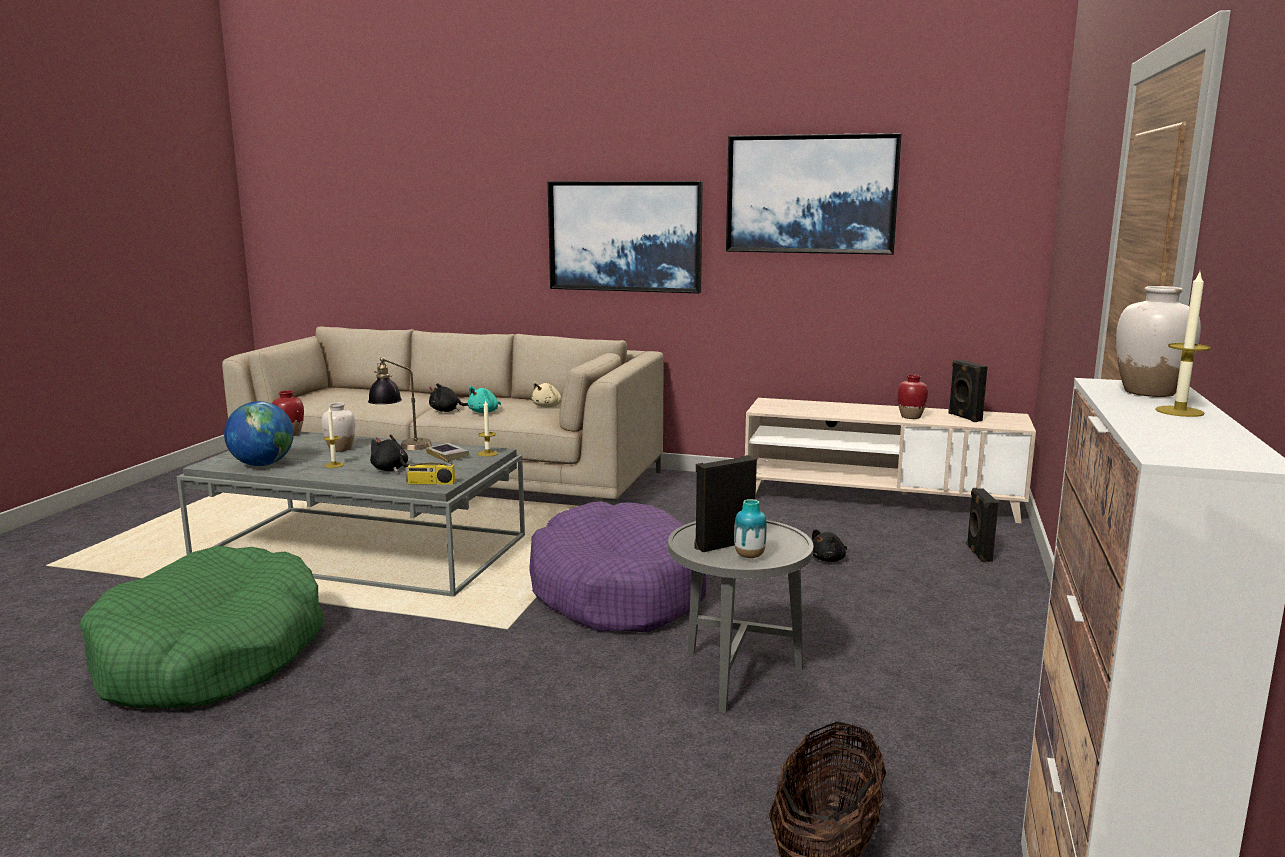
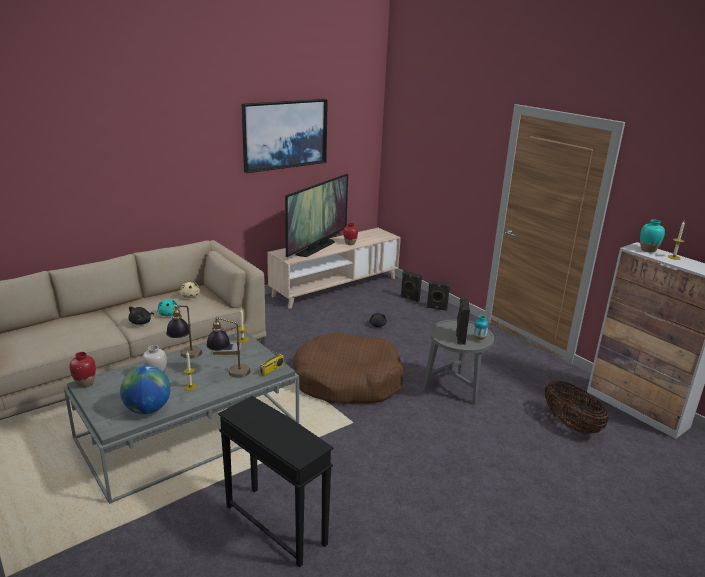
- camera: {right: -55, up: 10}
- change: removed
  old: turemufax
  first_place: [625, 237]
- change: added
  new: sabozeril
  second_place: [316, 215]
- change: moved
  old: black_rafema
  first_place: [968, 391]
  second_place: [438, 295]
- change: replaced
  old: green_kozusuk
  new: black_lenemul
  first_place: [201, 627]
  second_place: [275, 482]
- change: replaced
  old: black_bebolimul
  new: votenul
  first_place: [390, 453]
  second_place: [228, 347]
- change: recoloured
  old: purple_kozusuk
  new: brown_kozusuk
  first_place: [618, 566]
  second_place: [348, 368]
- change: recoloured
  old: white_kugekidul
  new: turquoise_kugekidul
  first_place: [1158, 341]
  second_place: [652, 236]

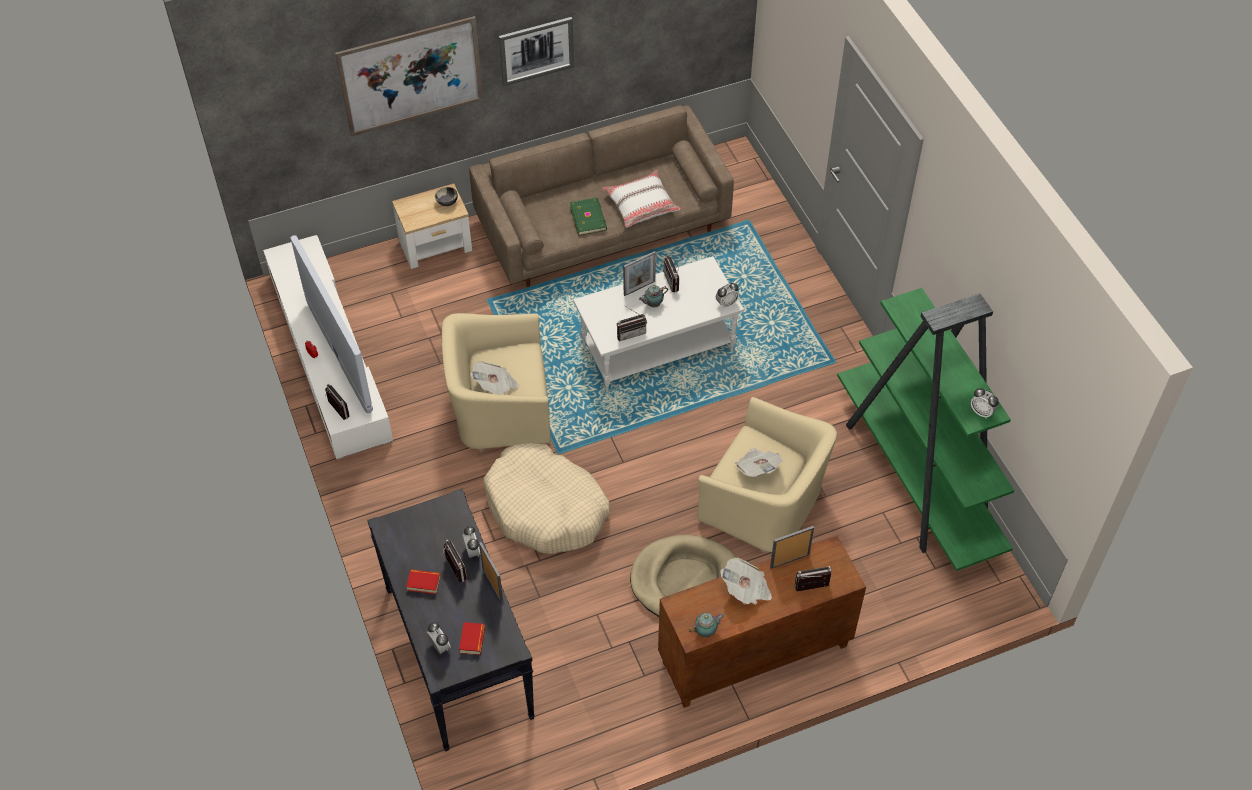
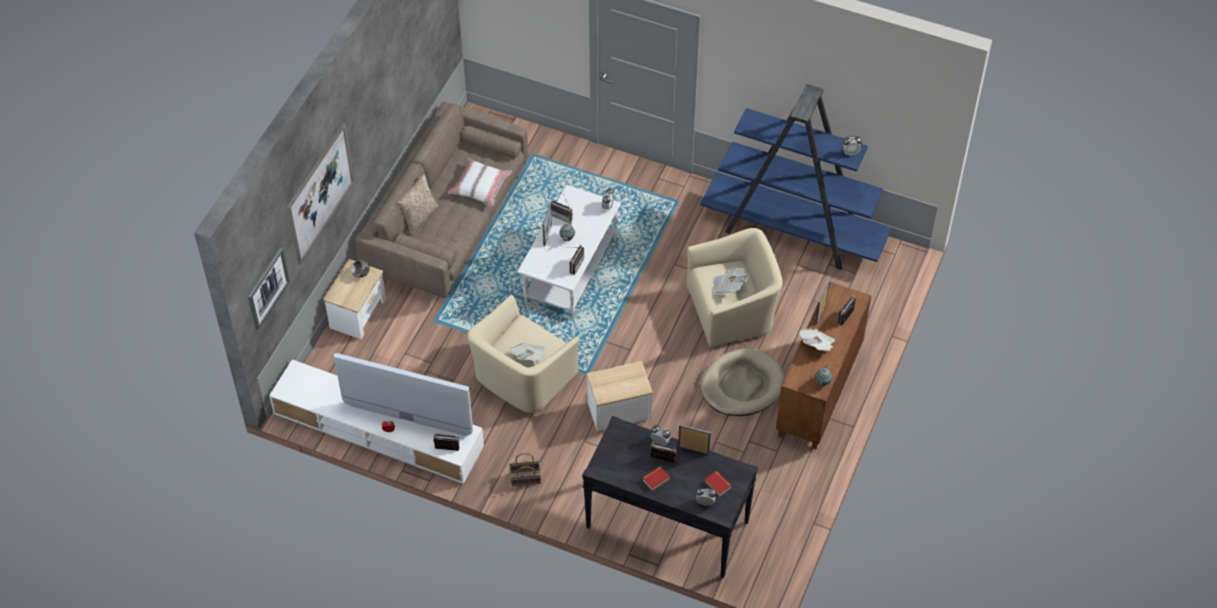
- camera: {right: -45, up: 0}
- change: removed
  old: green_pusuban
  first_place: [588, 217]
- change: added
  new: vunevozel
  second_place: [418, 205]
- change: added
  new: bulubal
  second_place: [525, 469]
- change: moved
  old: turemufax
  first_place: [536, 51]
  second_place: [269, 289]
- change: replaced
  old: beige_kozusuk
  new: lenemul
  first_place: [547, 498]
  second_place: [620, 396]
- change: recoloured
  old: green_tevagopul
  new: blue_tevagopul
  first_place: [925, 429]
  second_place: [796, 177]

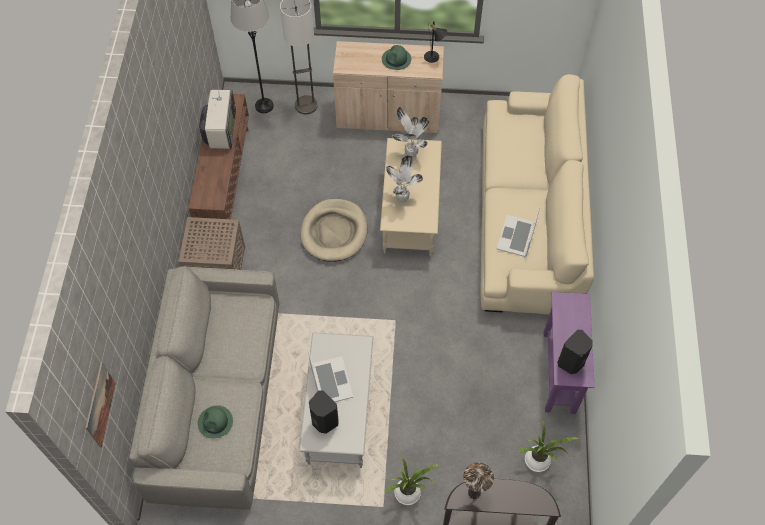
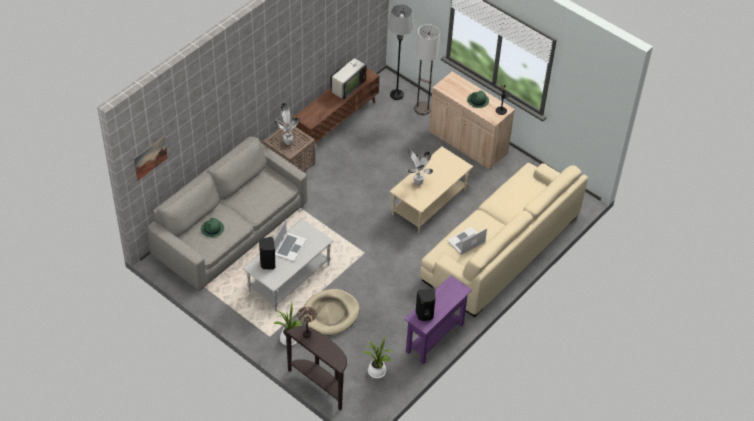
- camera: {right: 35, up: -10}
- change: moved
  old: beige_kozusuk
  first_place: [334, 230]
  second_place: [331, 312]
- change: moved
  old: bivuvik
  first_place: [410, 132]
  second_place: [287, 124]

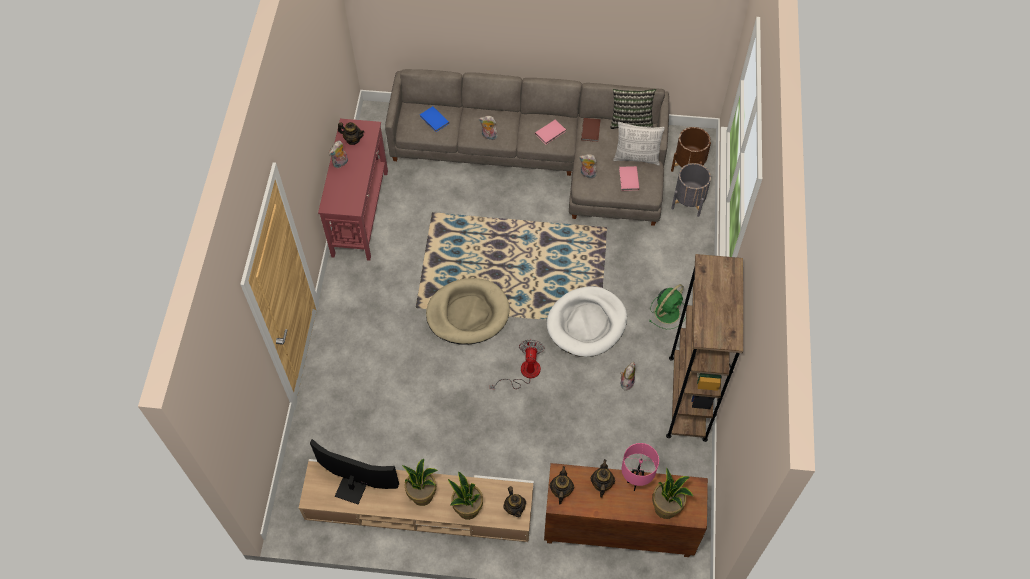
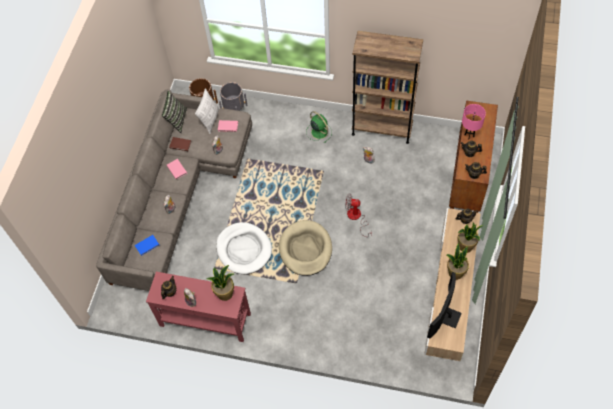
- camera: {right: -80, up: 0}
- change: moved
  old: white_kozusuk
  first_place: [587, 321]
  second_place: [244, 248]
- change: moved
  old: bivuvik
  first_place: [672, 493]
  second_place: [220, 283]

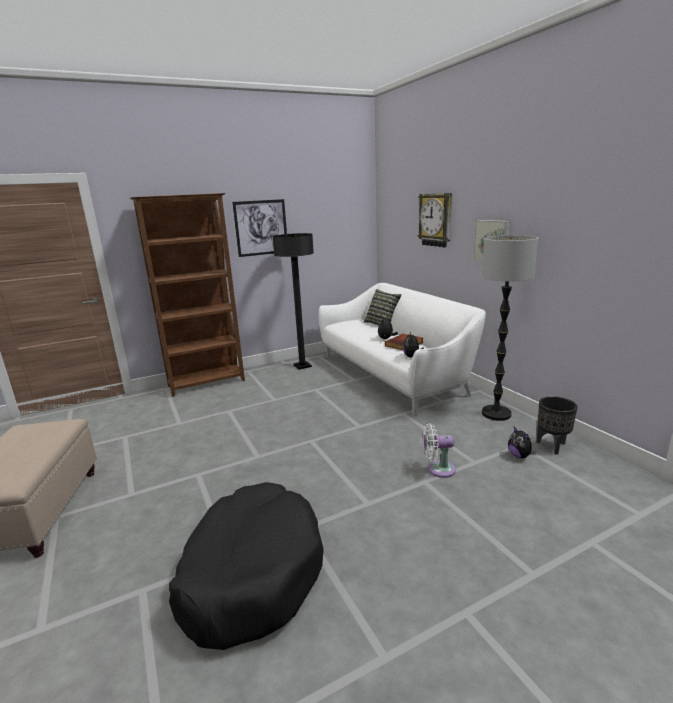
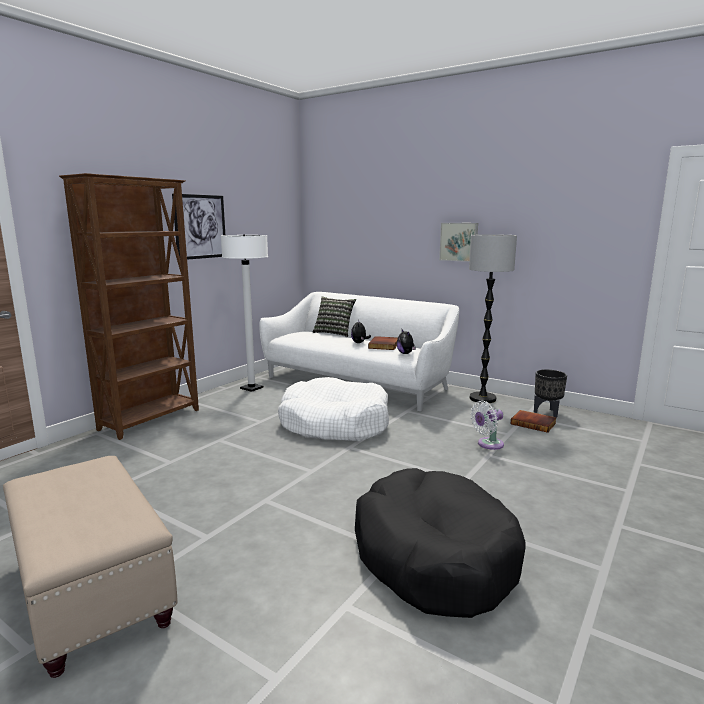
- camera: {right: -30, up: -5}
- change: removed
  old: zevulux
  first_place: [435, 220]
- change: added
  new: white_kozusuk
  second_place: [333, 409]
- change: replaced
  old: bebolimul
  new: pusuban
  first_place: [522, 442]
  second_place: [534, 421]
- change: recoloured
  old: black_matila
  new: white_matila
  first_place: [293, 301]
  second_place: [244, 313]

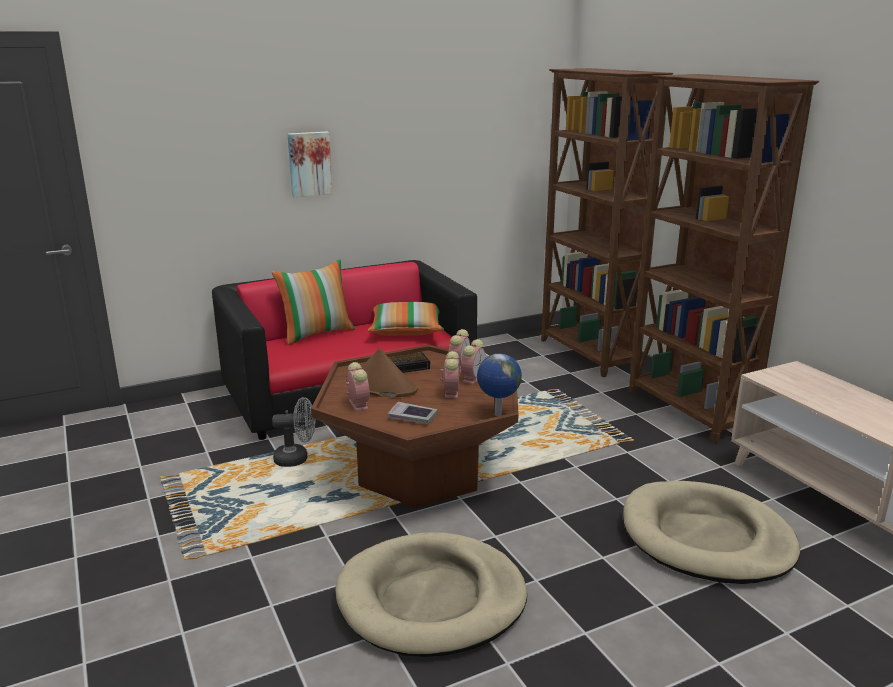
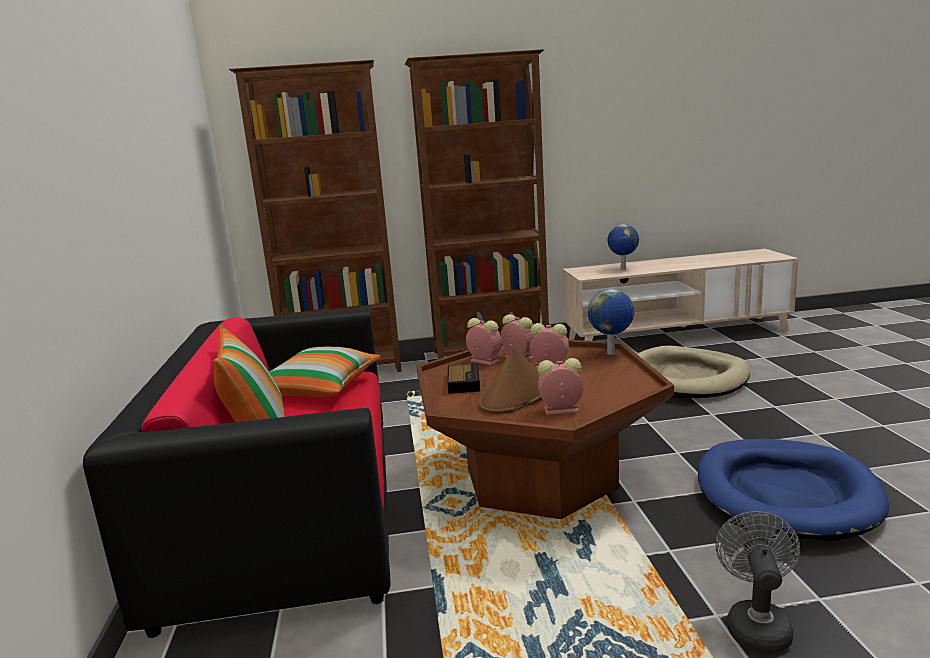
- camera: {right: -70, up: -5}
- change: removed
  old: turemufax
  first_place: [310, 164]
- change: removed
  old: pusuban
  first_place: [413, 413]
- change: added
  new: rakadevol
  second_place: [623, 247]
- change: moved
  old: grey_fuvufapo
  first_place: [293, 432]
  second_place: [757, 582]
- change: recoloured
  old: beige_kozusuk
  new: blue_kozusuk
  first_place: [431, 594]
  second_place: [793, 490]

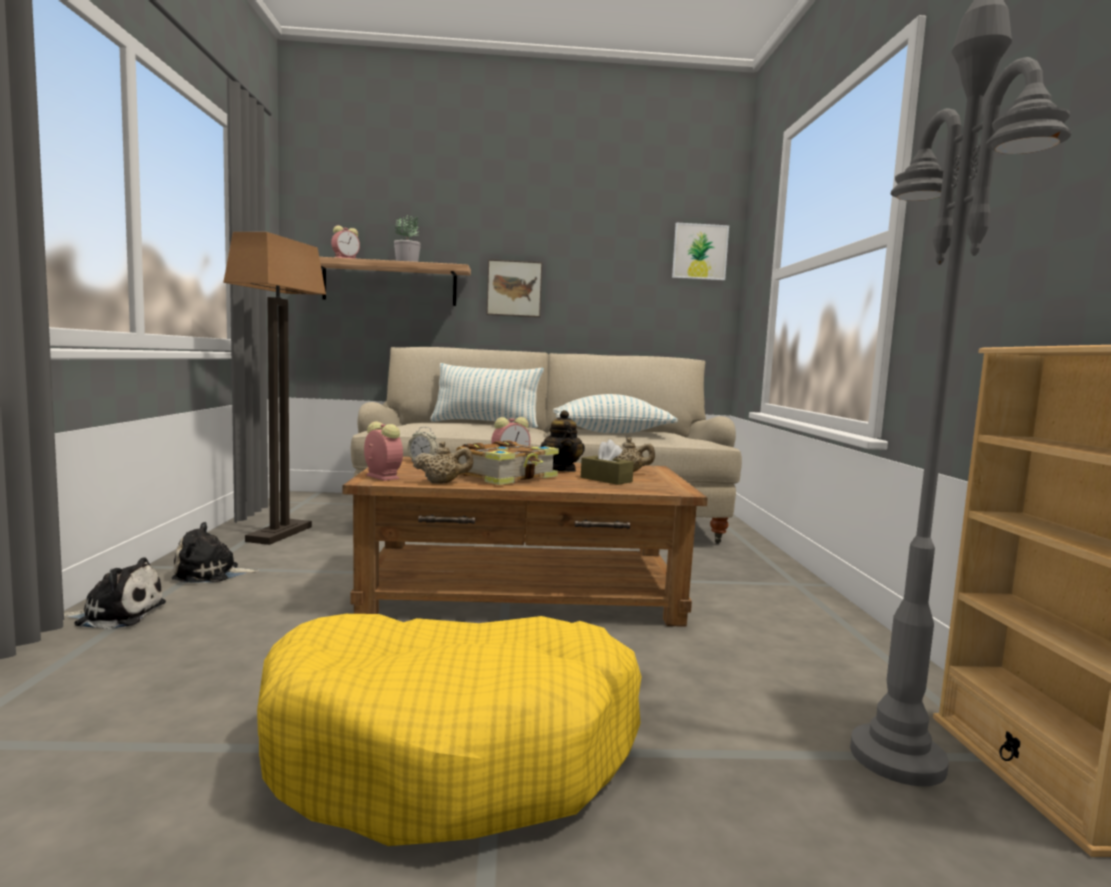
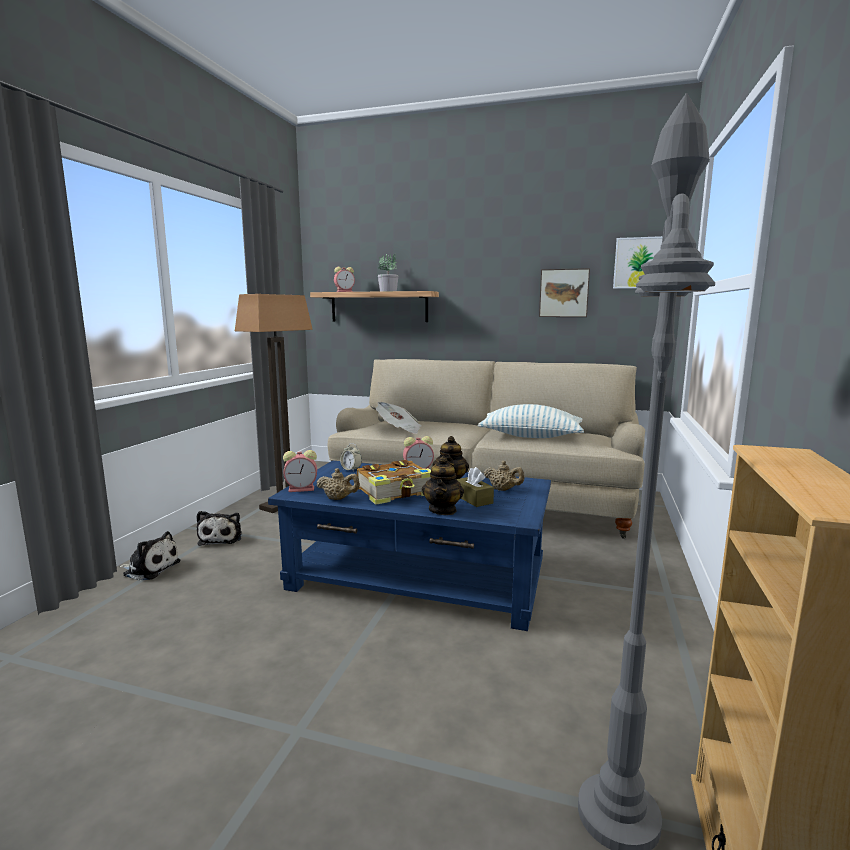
- camera: {right: 20, up: 5}
- change: removed
  old: yellow_kozusuk
  first_place: [449, 730]
- change: removed
  old: vunevozel
  first_place: [487, 395]
- change: added
  new: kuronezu
  second_place: [399, 418]
- change: added
  new: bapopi
  second_place: [443, 485]
- change: moved
  old: turemufax
  first_place: [514, 288]
  second_place: [564, 292]
- change: recoloured
  old: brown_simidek
  new: blue_simidek
  first_place: [525, 542]
  second_place: [409, 546]
- change: turned
  old: bebolimul
  first_place: [215, 552]
  second_place: [219, 528]
  degrees: -105
- change: turned
  old: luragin
  first_place: [383, 451]
  second_place: [300, 471]
  degrees: 105

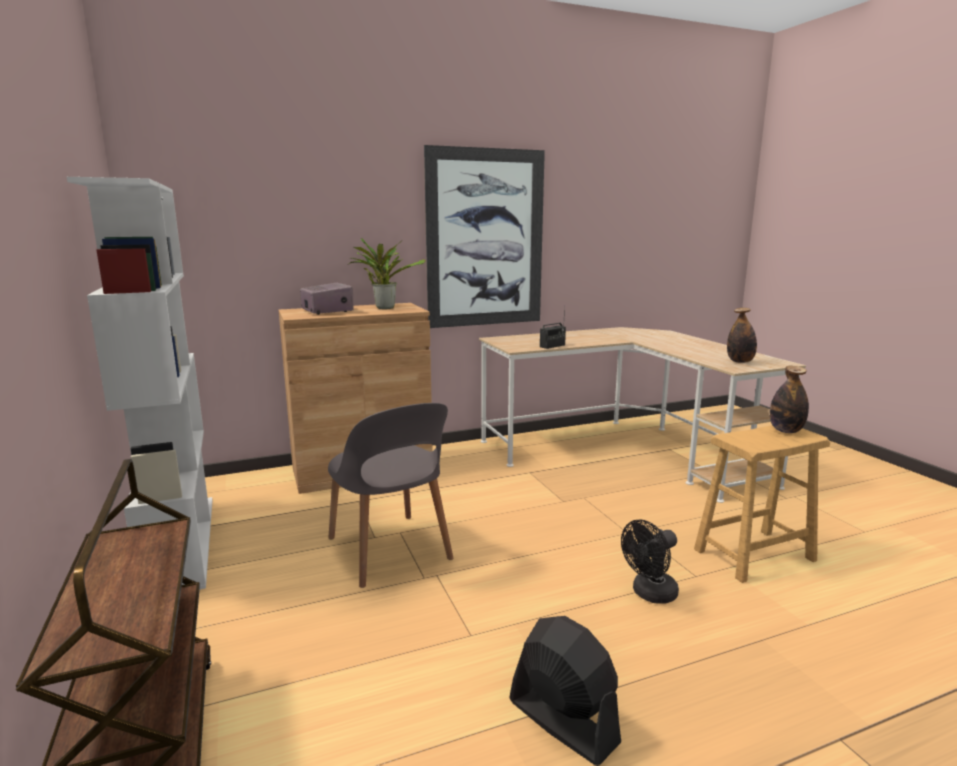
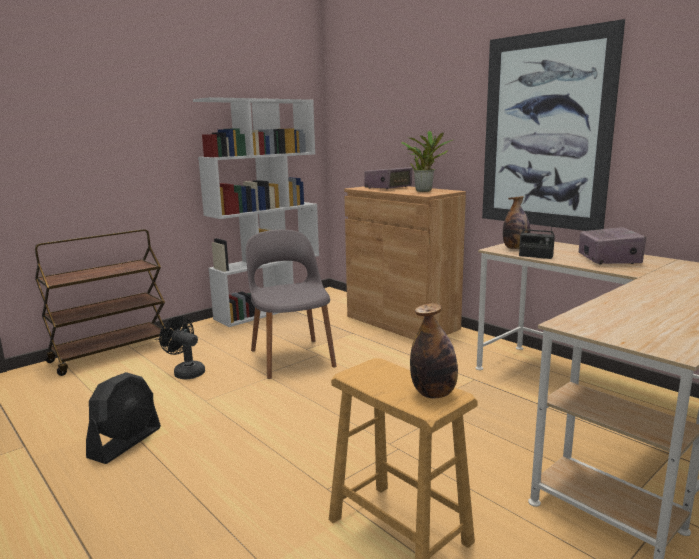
- camera: {right: 70, up: 0}
- change: added
  new: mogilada
  second_place: [612, 245]
- change: moved
  old: black_fuvufapo
  first_place: [650, 561]
  second_place: [182, 348]
- change: moved
  old: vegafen
  first_place: [742, 335]
  second_place: [517, 222]
- change: turned
  old: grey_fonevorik
  first_place: [390, 495]
  second_place: [291, 304]
  degrees: 120

